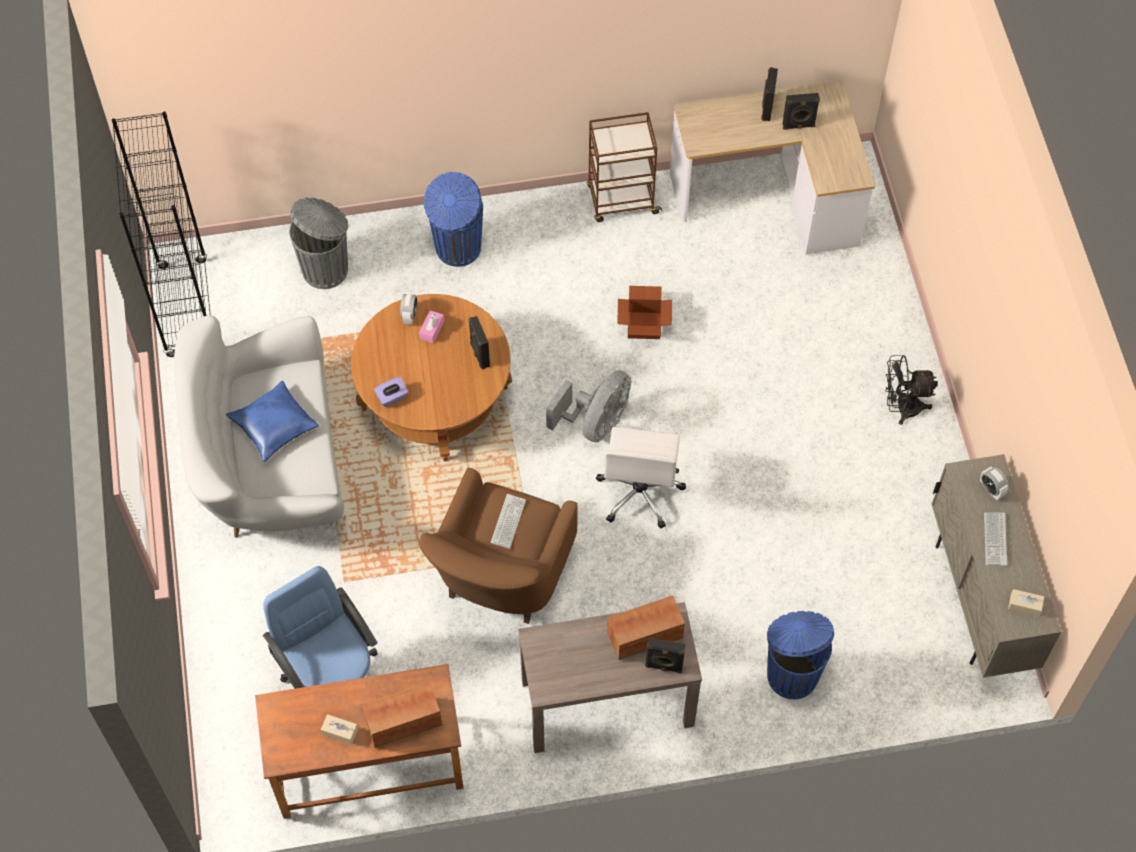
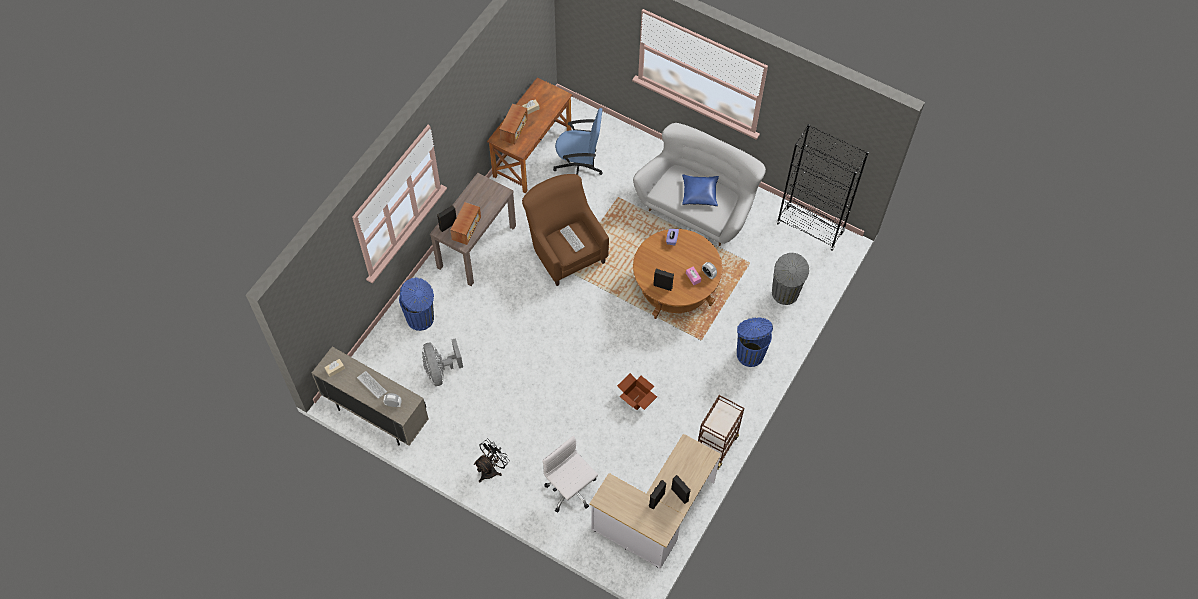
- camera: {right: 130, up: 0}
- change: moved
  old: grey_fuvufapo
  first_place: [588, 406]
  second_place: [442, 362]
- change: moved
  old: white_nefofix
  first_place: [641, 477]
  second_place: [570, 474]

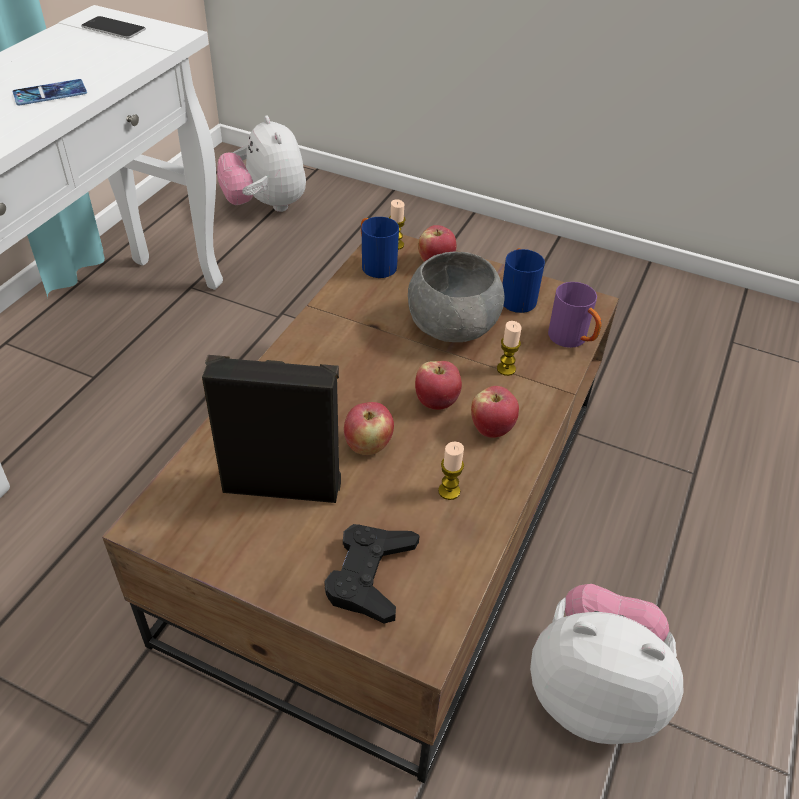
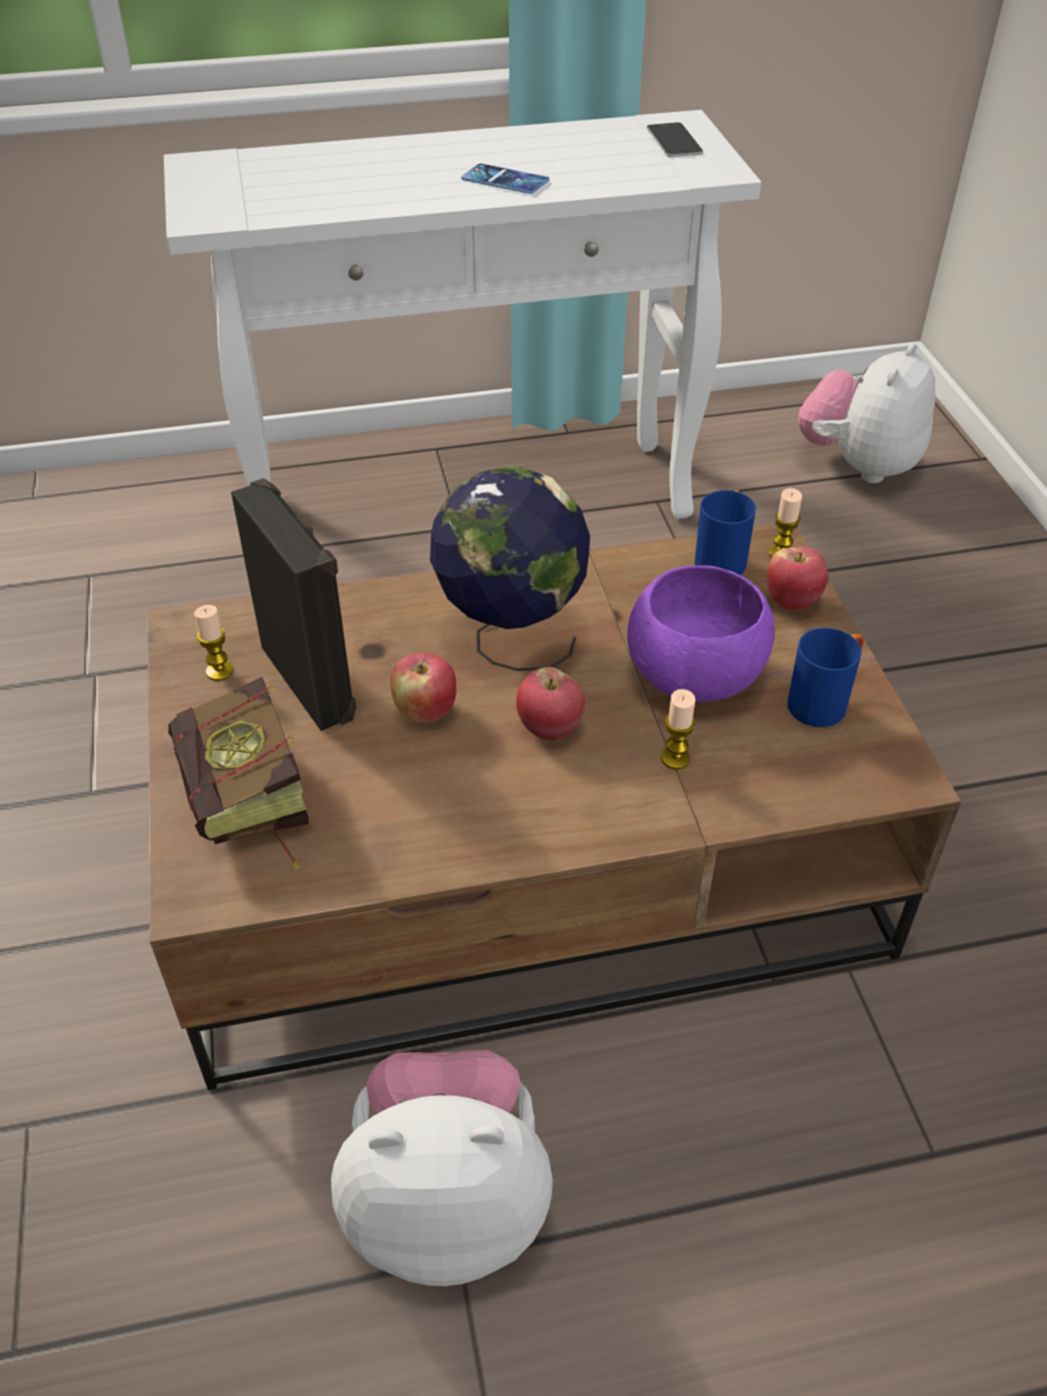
- camera: {right: 55, up: 0}
- change: removed
  old: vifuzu
  first_place: [495, 412]
- change: removed
  old: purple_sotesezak
  first_place: [575, 315]
- change: added
  new: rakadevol
  second_place: [510, 568]
- change: moved
  old: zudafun
  first_place: [451, 471]
  second_place: [213, 643]
- change: replaced
  old: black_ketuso
  new: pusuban
  first_place: [372, 573]
  second_place: [238, 773]
- change: recoloured
  old: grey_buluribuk
  new: purple_buluribuk
  first_place: [456, 297]
  second_place: [700, 633]
- change: turned
  old: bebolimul
  first_place: [607, 664]
  second_place: [442, 1168]
  degrees: -75

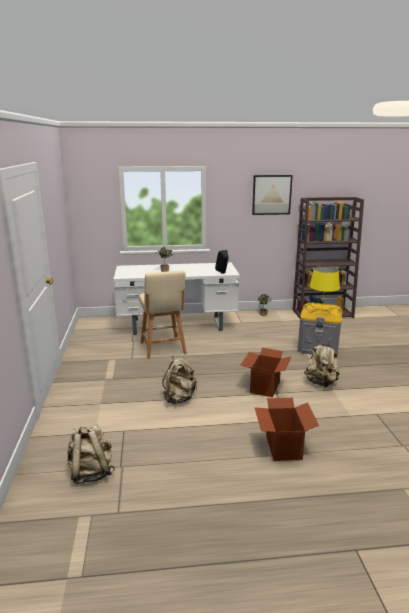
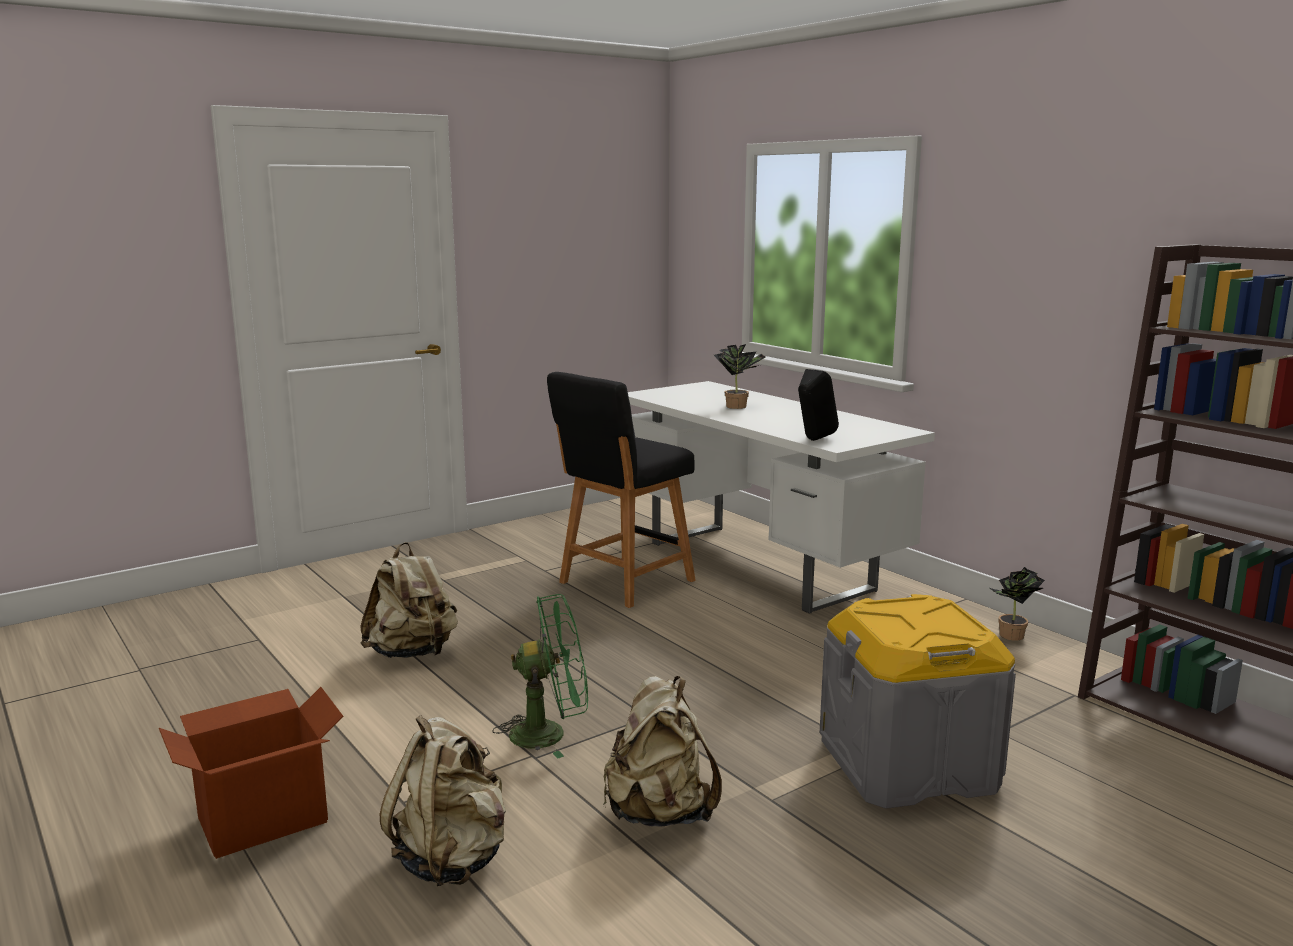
- camera: {right: 60, up: -5}
- change: removed
  old: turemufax
  first_place: [272, 195]
- change: removed
  old: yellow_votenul
  first_place: [325, 288]
- change: moved
  old: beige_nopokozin
  first_place: [91, 454]
  second_place: [443, 800]
- change: replaced
  old: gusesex
  new: green_fuvufapo
  first_place: [266, 372]
  second_place: [540, 676]
- change: recoloured
  old: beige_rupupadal
  new: black_rupupadal
  first_place: [162, 314]
  second_place: [621, 490]

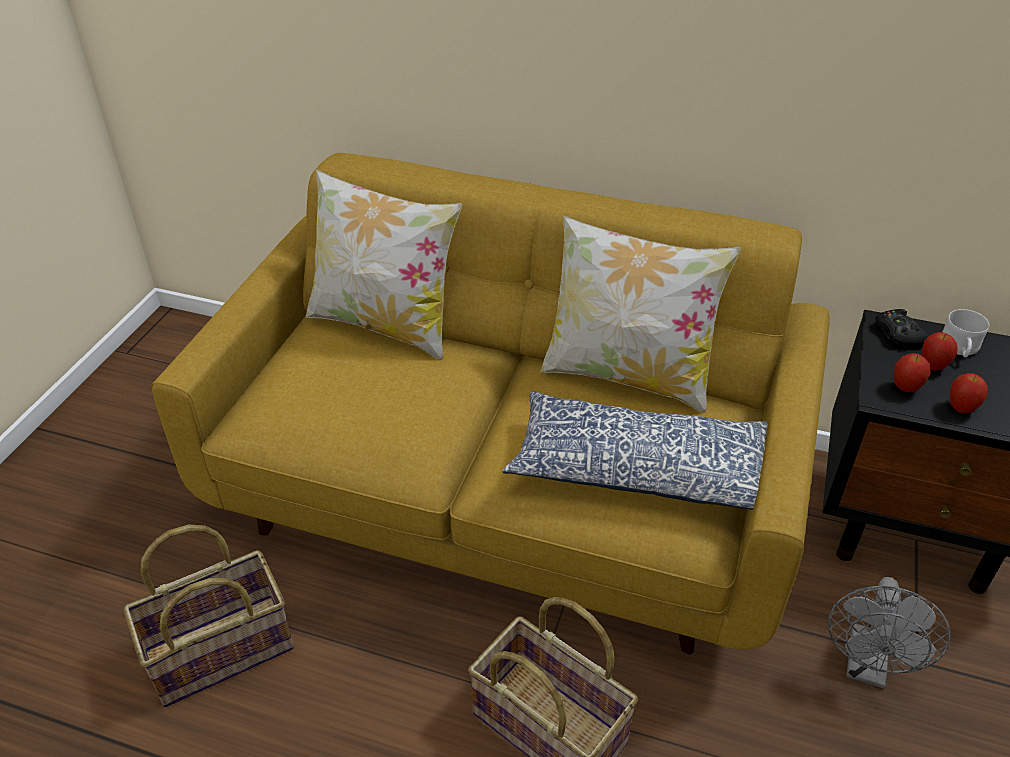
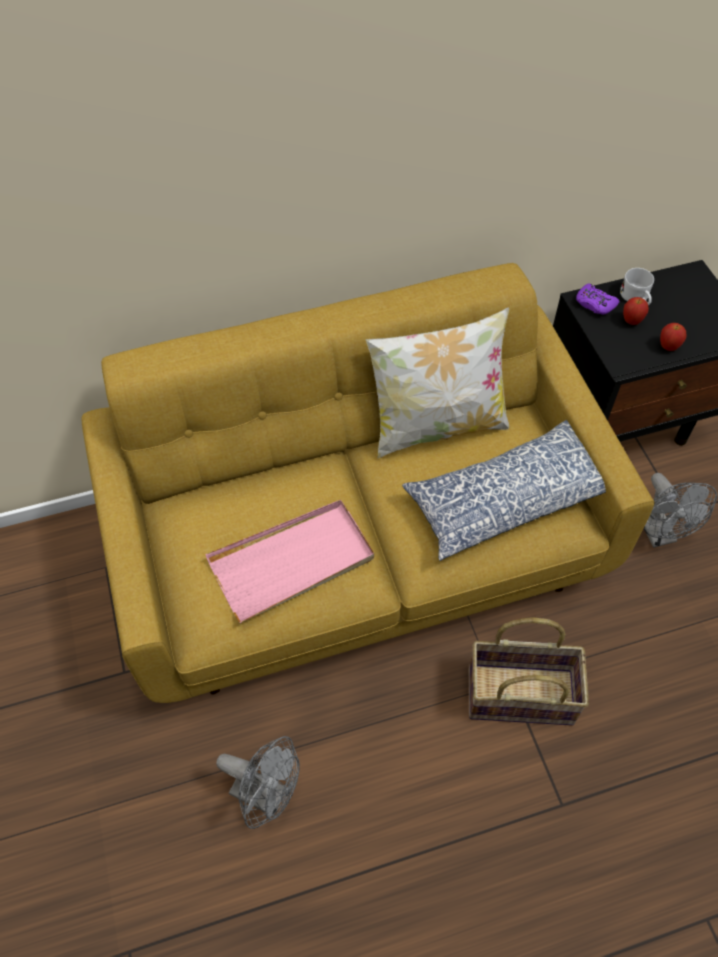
- camera: {right: -35, up: 15}
- change: removed
  old: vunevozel
  first_place: [384, 264]
- change: removed
  old: vifuzu
  first_place: [912, 372]
- change: added
  new: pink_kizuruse
  second_place: [289, 561]
- change: replaced
  old: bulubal
  new: grey_fuvufapo
  first_place: [209, 616]
  second_place: [258, 782]
- change: recoloured
  old: black_ketuso
  new: purple_ketuso
  first_place: [902, 328]
  second_place: [597, 299]

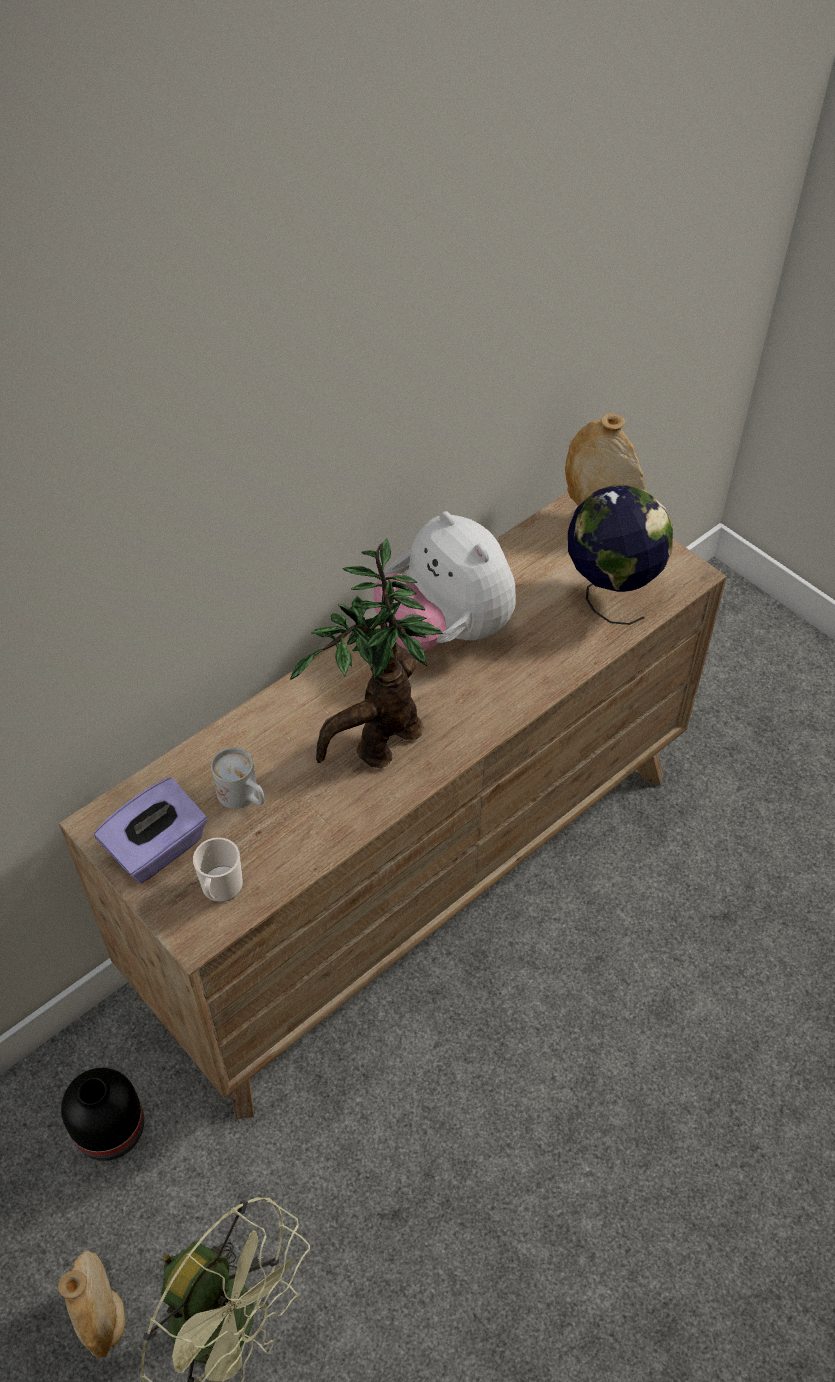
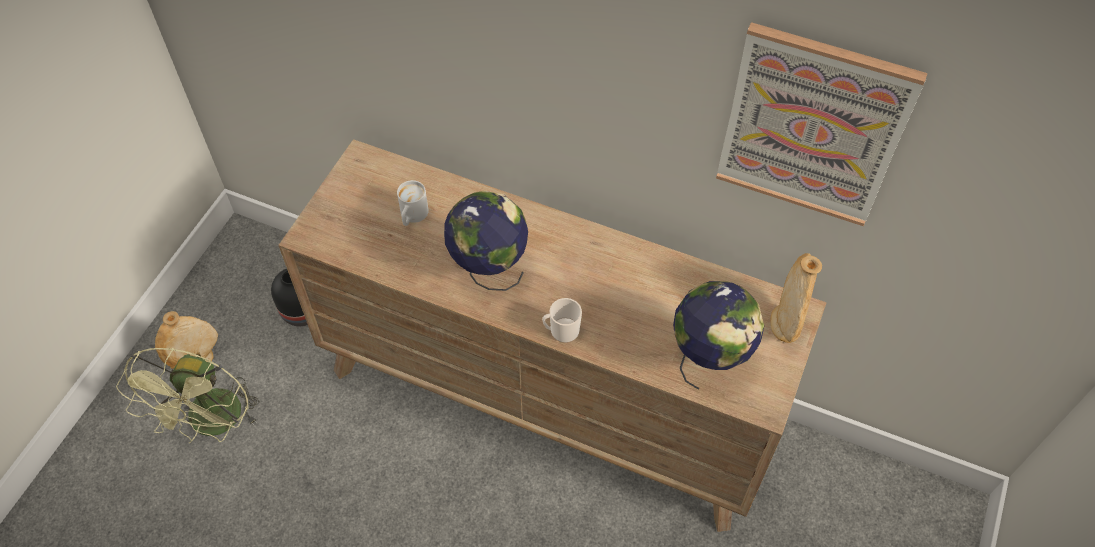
- camera: {right: 65, up: 5}
- change: removed
  old: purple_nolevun
  first_place: [150, 830]
- change: removed
  old: bebolimul
  first_place: [444, 581]
- change: added
  new: turemufax
  second_place: [822, 124]
- change: moved
  old: sotesezak
  first_place: [218, 869]
  second_place: [562, 320]
- change: replaced
  old: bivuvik
  new: rakadevol
  first_place: [366, 653]
  second_place: [486, 241]

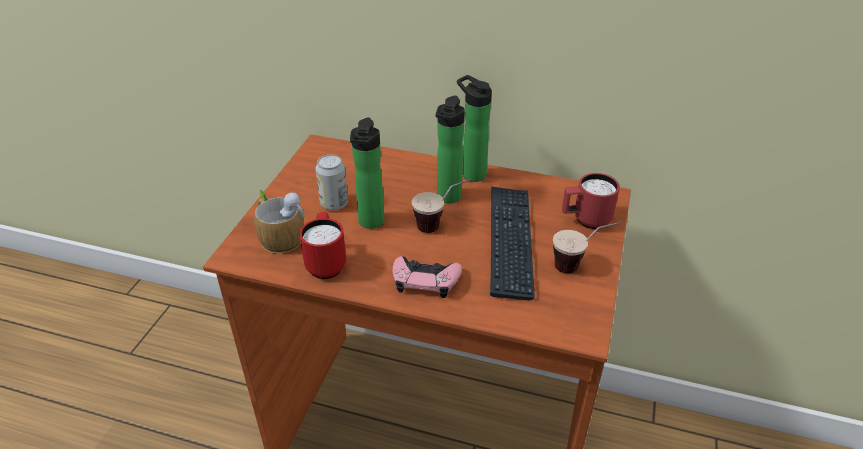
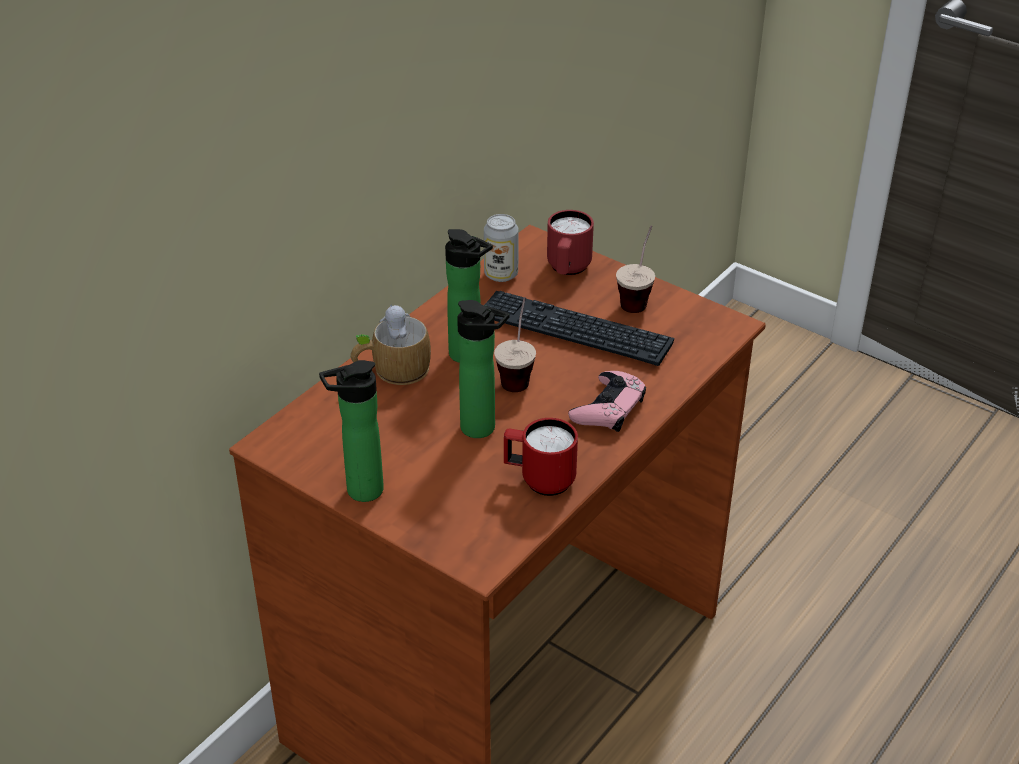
- camera: {right: -70, up: 0}
- change: moved
  old: sotesezak
  first_place: [279, 222]
  second_place: [391, 344]
- change: moved
  old: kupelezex
  first_place: [331, 182]
  second_place: [501, 248]
- change: moved
  old: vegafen
  first_place: [474, 128]
  second_place: [351, 431]

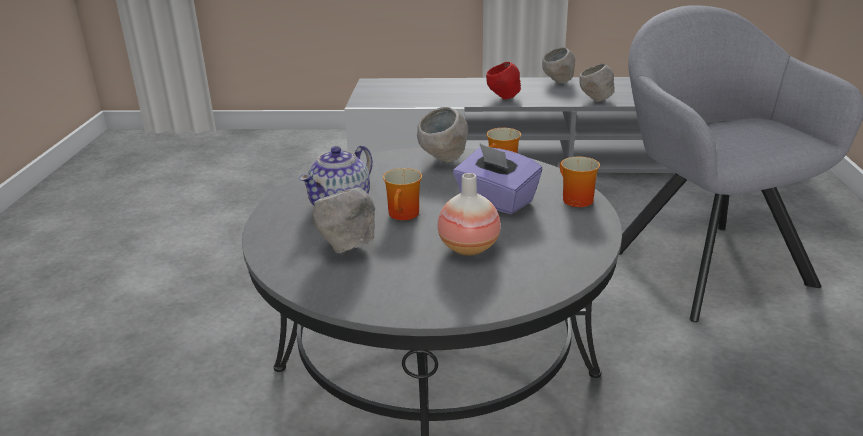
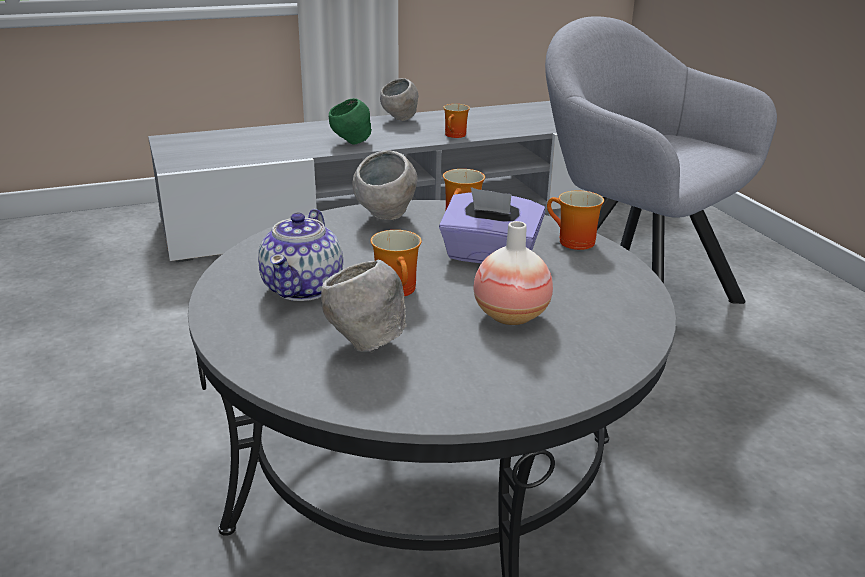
- camera: {right: -25, up: 0}
- change: replaced
  old: grey_buluribuk
  new: sotesezak
  first_place: [597, 83]
  second_place: [456, 121]
- change: recoloured
  old: red_buluribuk
  new: green_buluribuk
  first_place: [504, 81]
  second_place: [350, 121]

